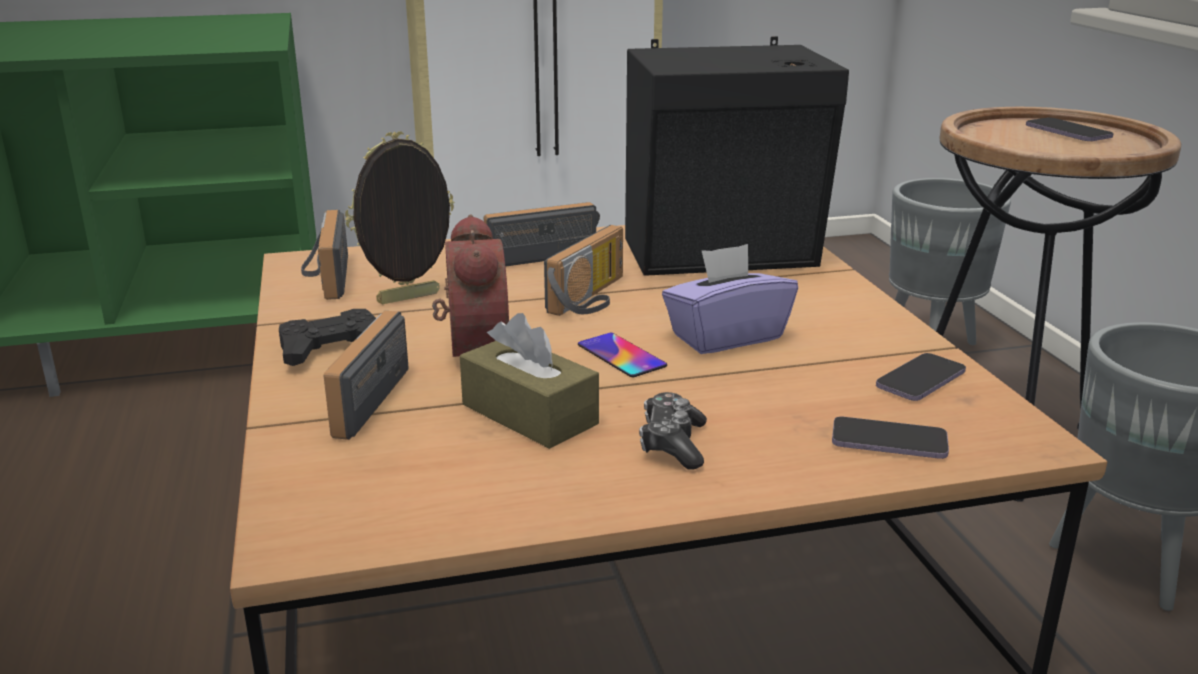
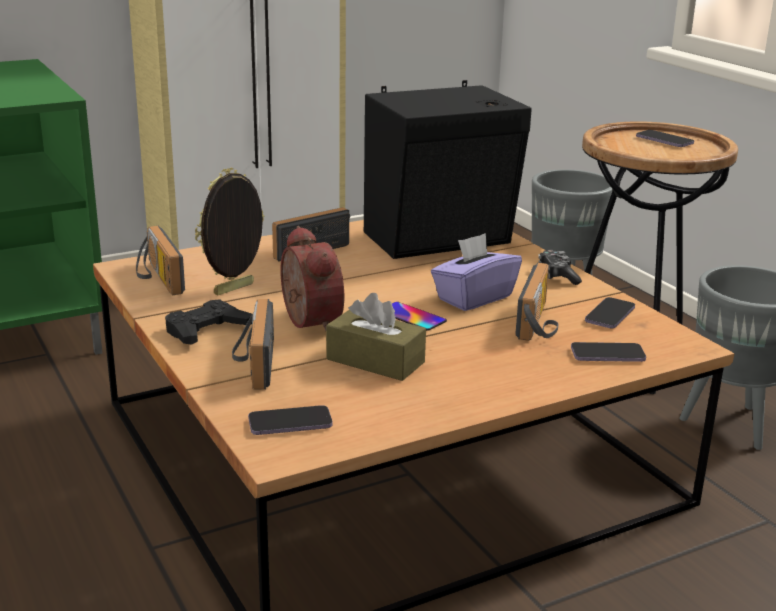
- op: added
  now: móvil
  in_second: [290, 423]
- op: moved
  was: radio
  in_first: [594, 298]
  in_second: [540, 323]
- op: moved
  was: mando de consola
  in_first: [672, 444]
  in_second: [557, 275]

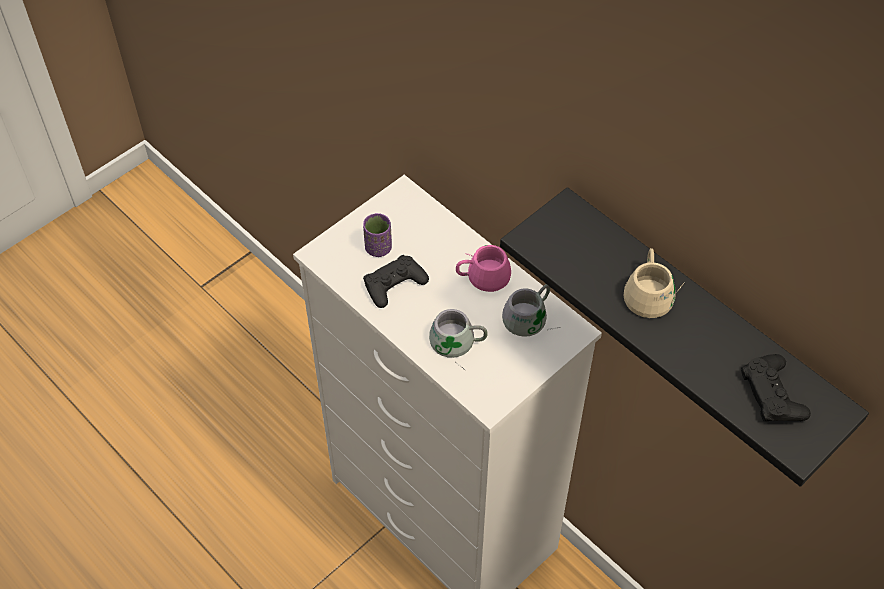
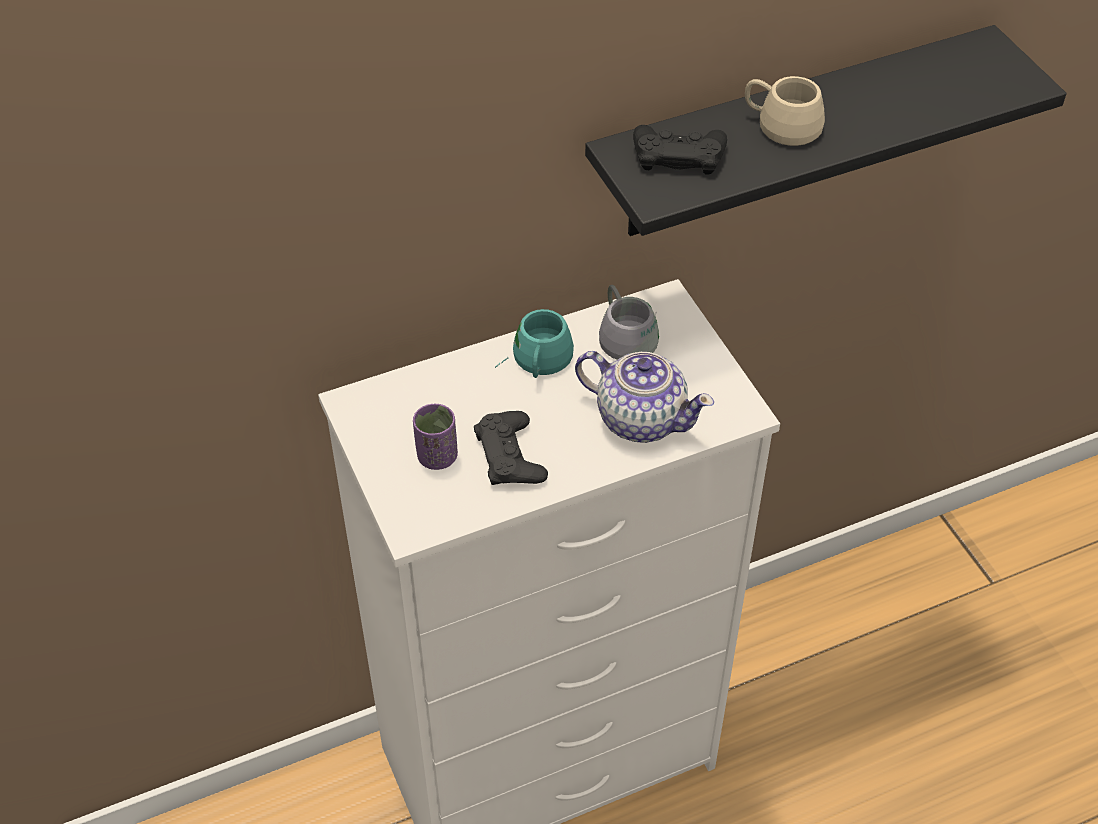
- op: recoloured
  was: taza grande (rosa)
  now: taza grande (turquesa)
  in_first: [482, 273]
  in_second: [535, 360]
- op: replaced
  was: taza grande (gris)
  now: tetera
  in_first: [457, 345]
  in_second: [640, 418]
- op: moved
  was: mando de consola (negro)
  in_first: [772, 394]
  in_second: [678, 155]

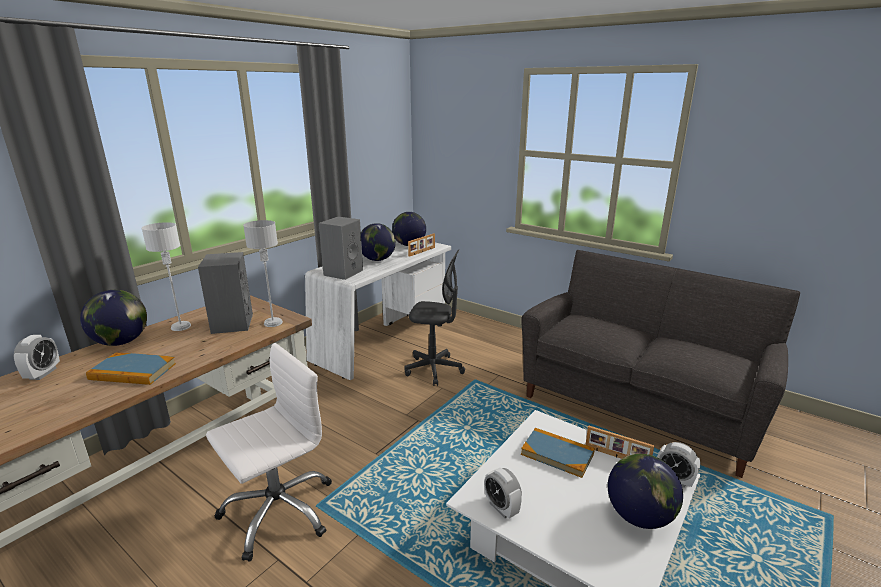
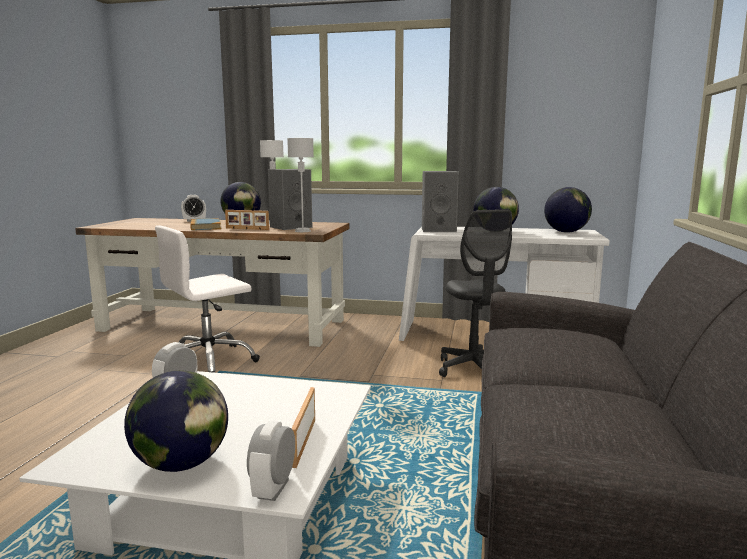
- op: turned
  was: silla de oficina (blanco)
  in_first: [278, 511]
  in_second: [208, 362]
  clockwise: 120
- op: moved
  was: portarretratos
  in_first: [422, 252]
  in_second: [247, 229]
- op: removed
  was: libro
  in_first: [557, 454]

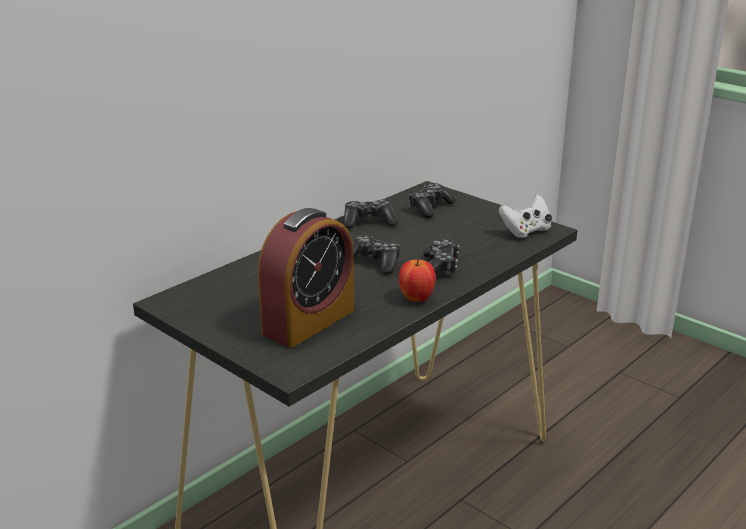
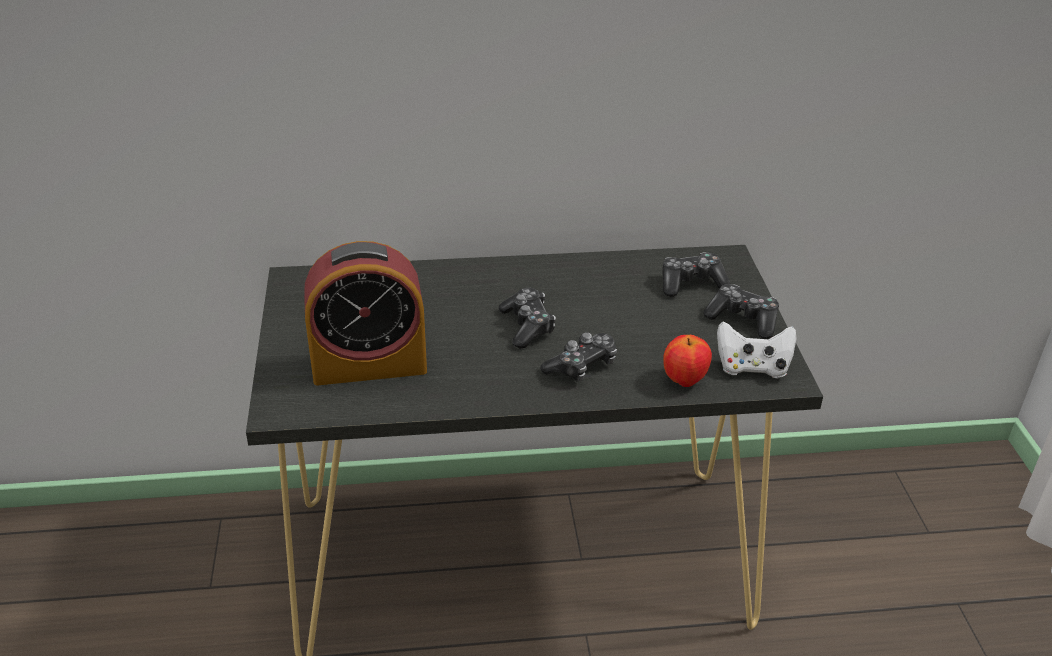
- op: moved
  was: manzana
  in_first: [416, 298]
  in_second: [684, 380]
- op: moved
  was: mando de consola
  in_first: [368, 222]
  in_second: [743, 319]

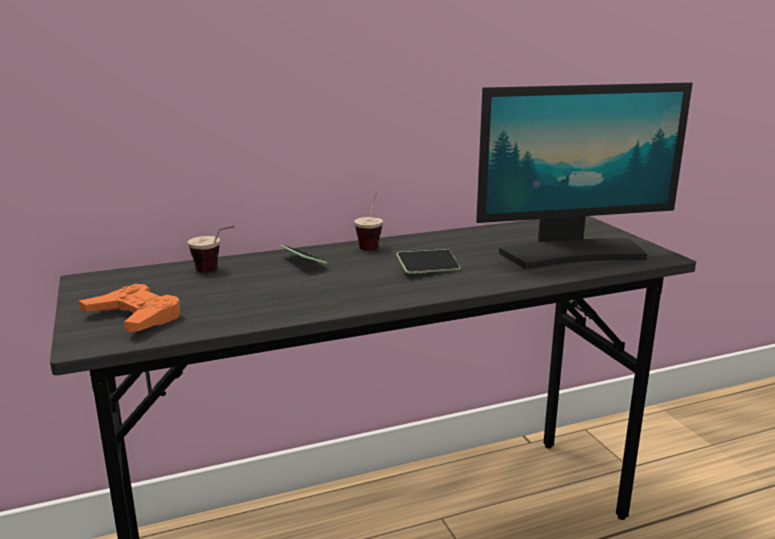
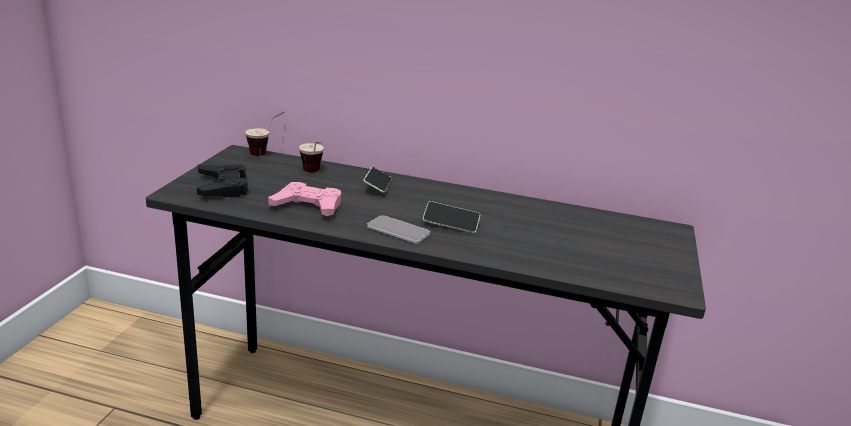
- op: recoloured
  was: mando de consola (naranja)
  now: mando de consola (negro)
  in_first: [135, 317]
  in_second: [222, 186]
- op: moved
  was: taza
  in_first: [371, 244]
  in_second: [266, 152]
- op: added
  now: mando de consola (rosa)
  in_second: [308, 206]
- op: added
  now: móvil
  in_second: [398, 230]
- op: removed
  was: monitor
  in_first: [572, 253]

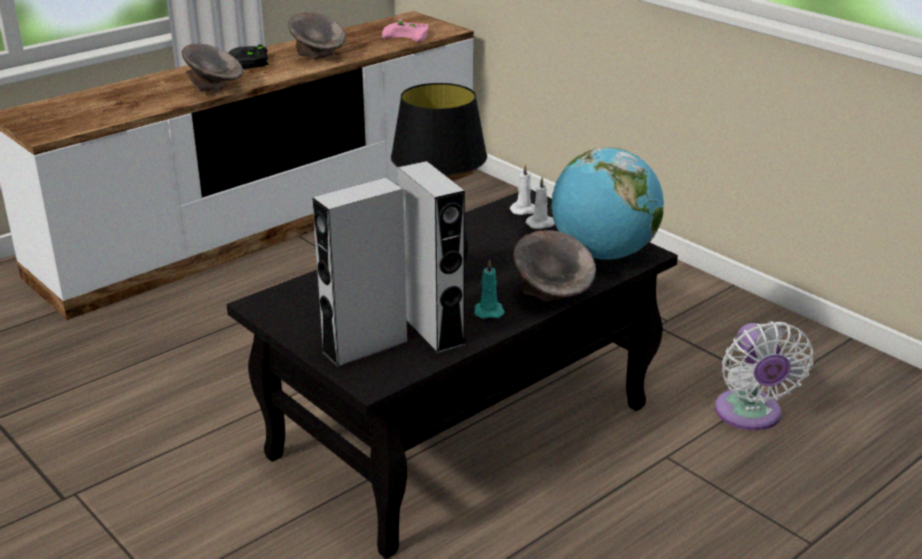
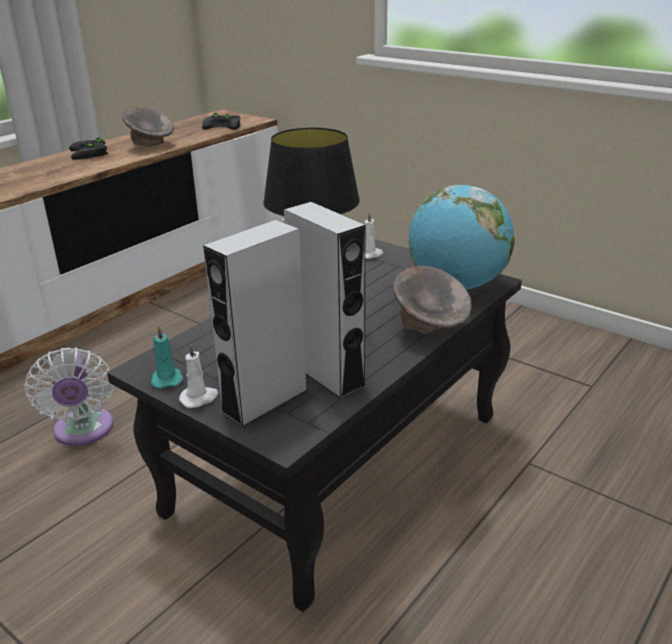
- op: moved
  was: ventilador (blanco)
  in_first: [750, 415]
  in_second: [83, 432]
- op: moved
  was: vela (turquesa)
  in_first: [488, 311]
  in_second: [167, 379]
- op: moved
  was: vela (blanco)
  in_first: [541, 224]
  in_second: [199, 398]
- op: recoloured
  was: mando de consola (rosa)
  now: mando de consola (negro)
  in_first: [408, 35]
  in_second: [224, 125]
- op: removed
  was: cuenco (gris)
  in_first: [215, 90]

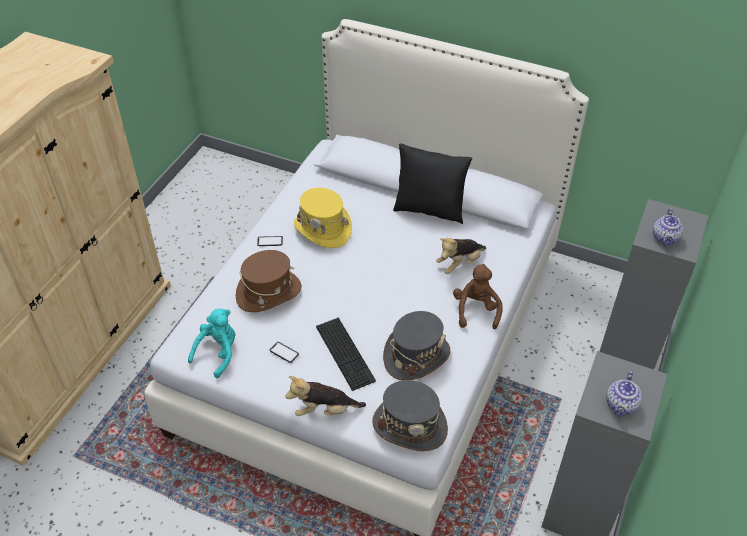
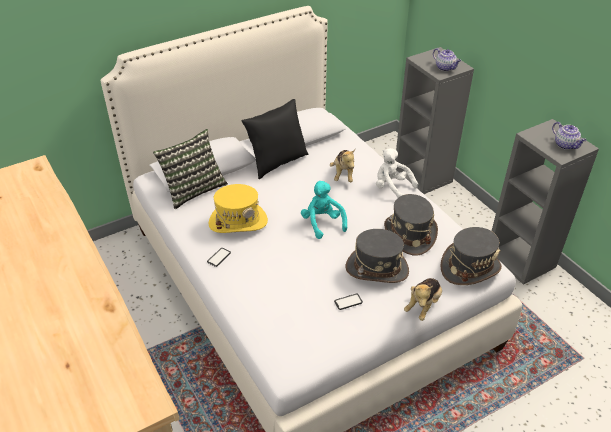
- op: added
  now: cojín
  in_second: [193, 189]
- op: moved
  was: peluche (turquesa)
  in_first: [218, 353]
  in_second: [322, 223]
- op: replaced
  was: teclado
  now: sombrero (gris)
  in_first: [345, 353]
  in_second: [376, 269]
- op: recoloured
  was: peluche (marrón)
  now: peluche (blanco)
  in_first: [476, 310]
  in_second: [392, 188]
- op: removed
  was: sombrero (marrón)
  in_first: [269, 293]

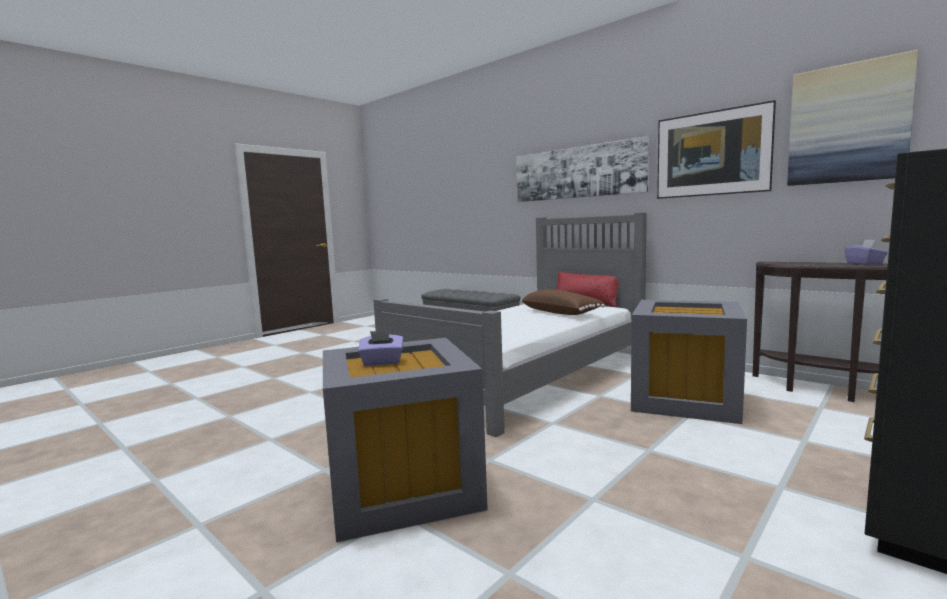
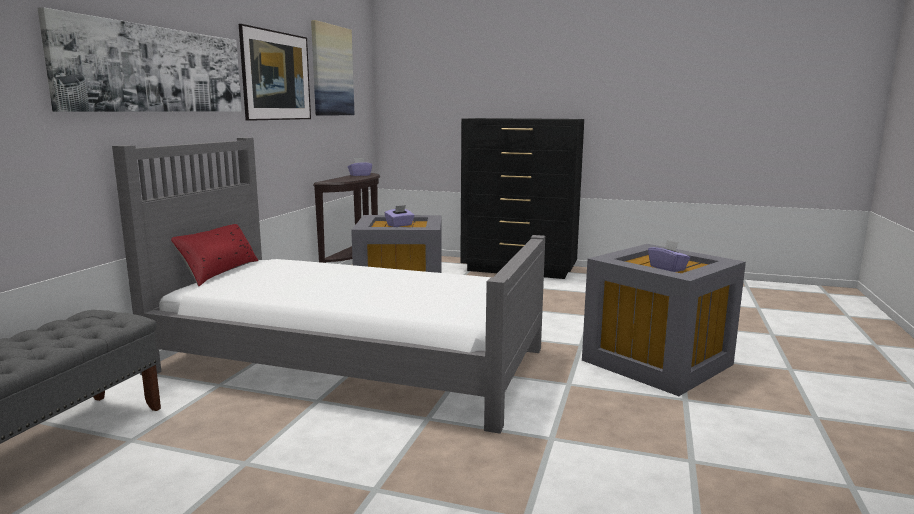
- op: added
  now: caja de pañuelos (morado)
  in_second: [399, 225]
- op: removed
  was: cojín (marrón)
  in_first: [561, 313]

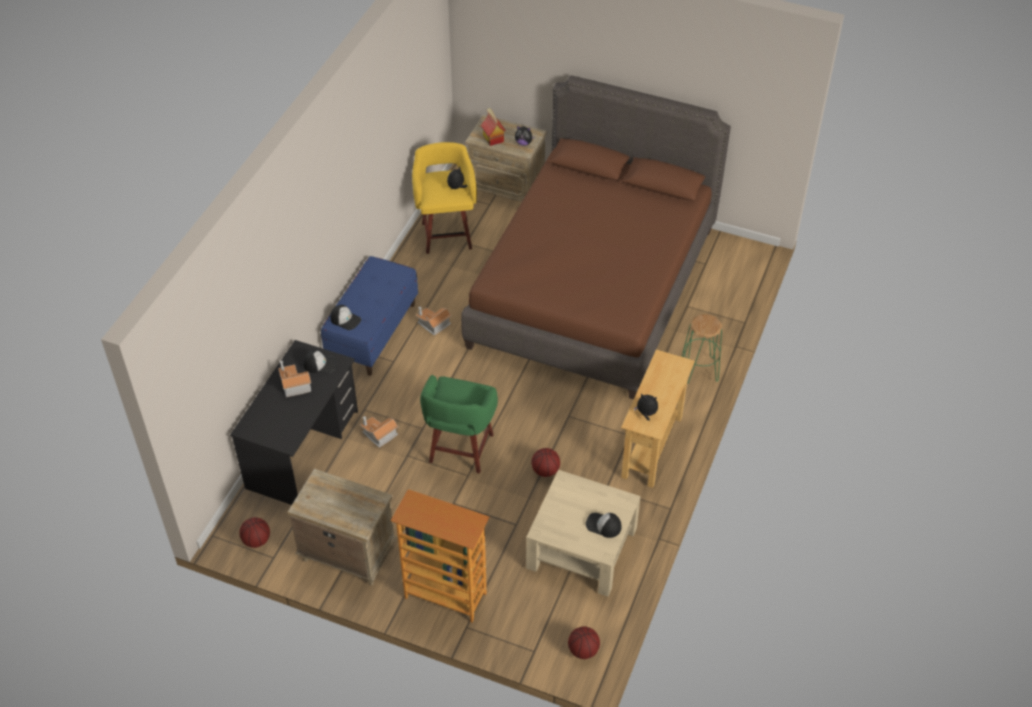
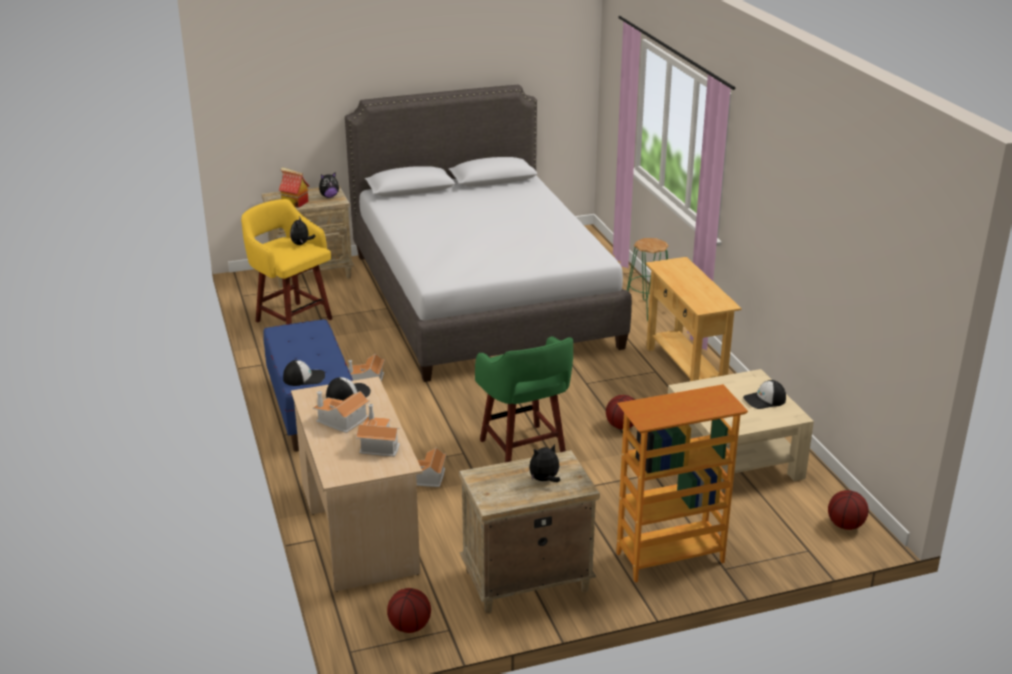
- op: recoloured
  was: escritorio (negro)
  now: escritorio (beis)
  in_first: [303, 449]
  in_second: [358, 528]
- op: recoloured
  was: cama (marrón)
  now: cama (gris)
  in_first: [592, 287]
  in_second: [481, 299]
- op: added
  now: casita
  in_second: [377, 444]
- op: moved
  was: peluche
  in_first: [646, 413]
  in_second: [544, 480]

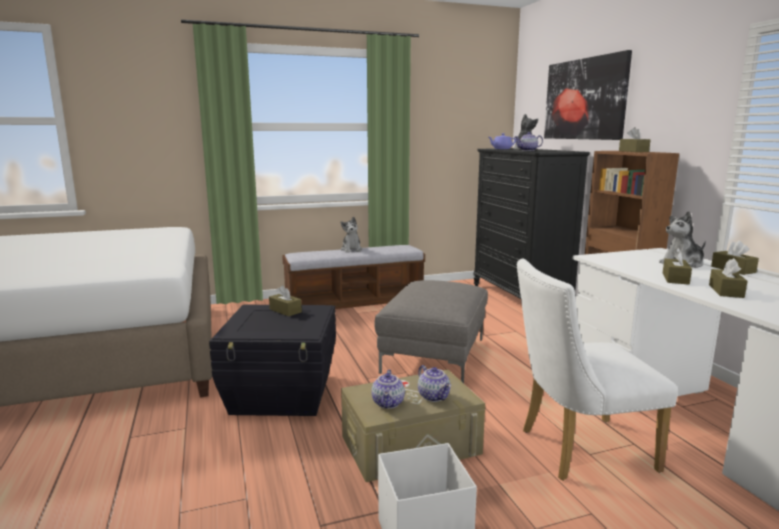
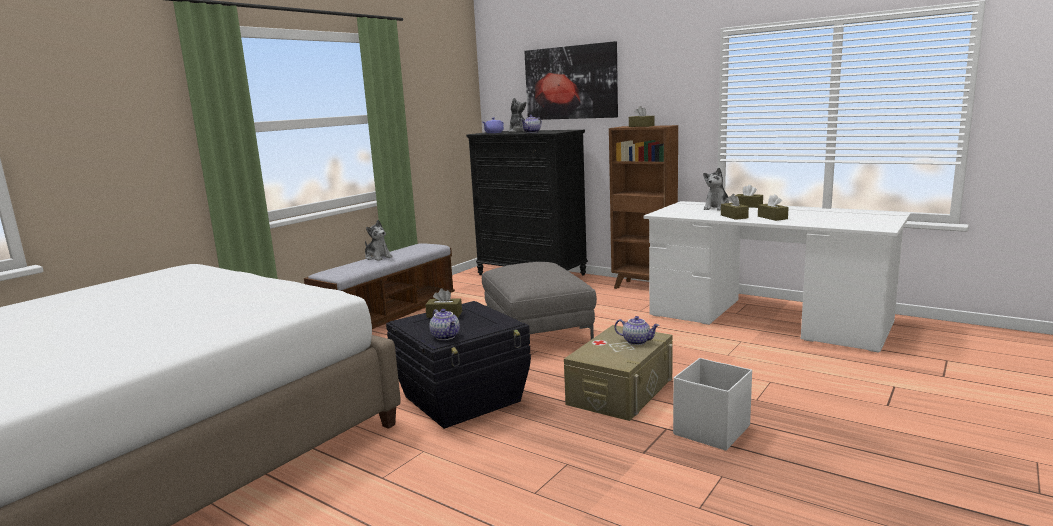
- op: moved
  was: tetera
  in_first: [388, 403]
  in_second: [446, 336]
- op: removed
  was: silla (blanco)
  in_first: [577, 450]

